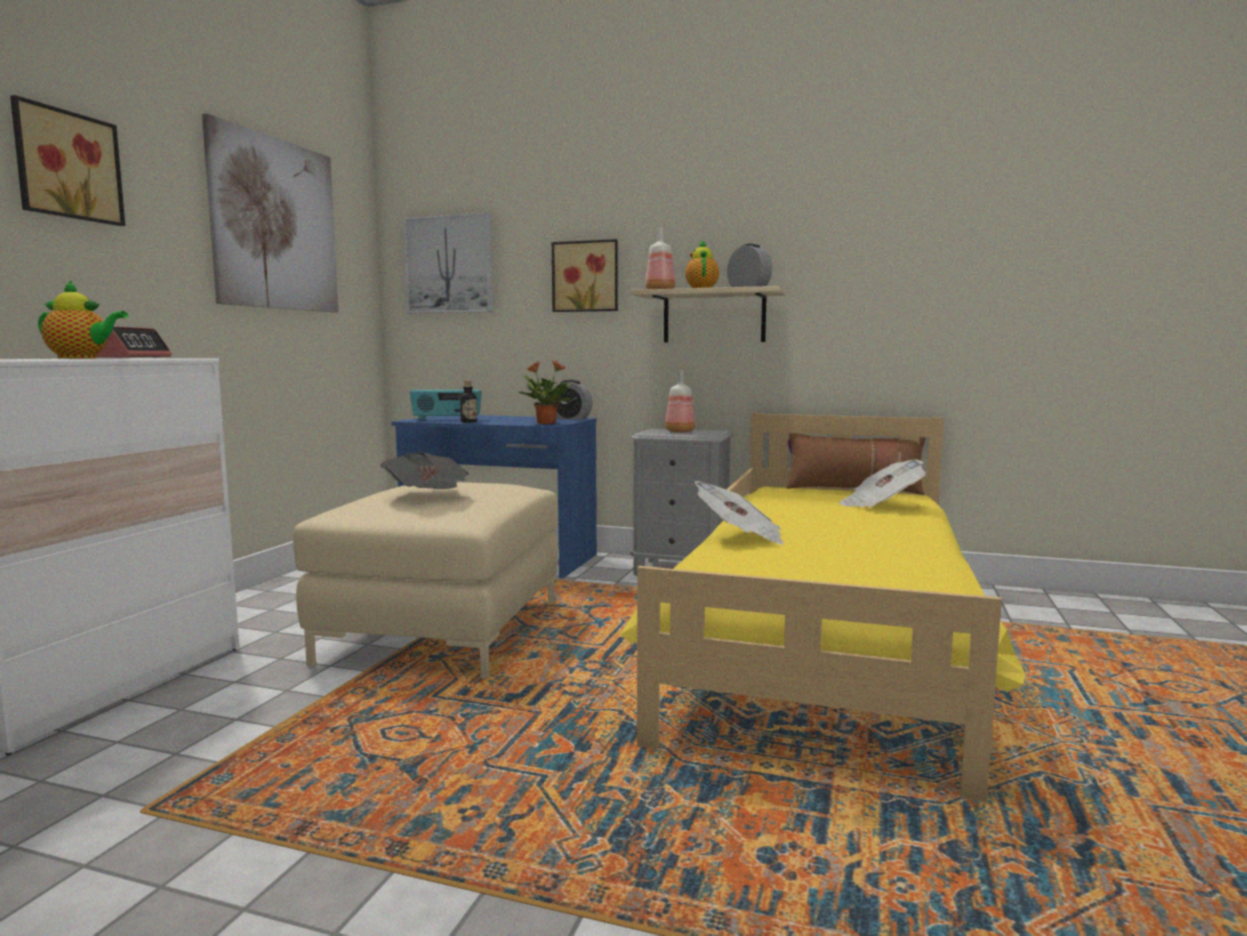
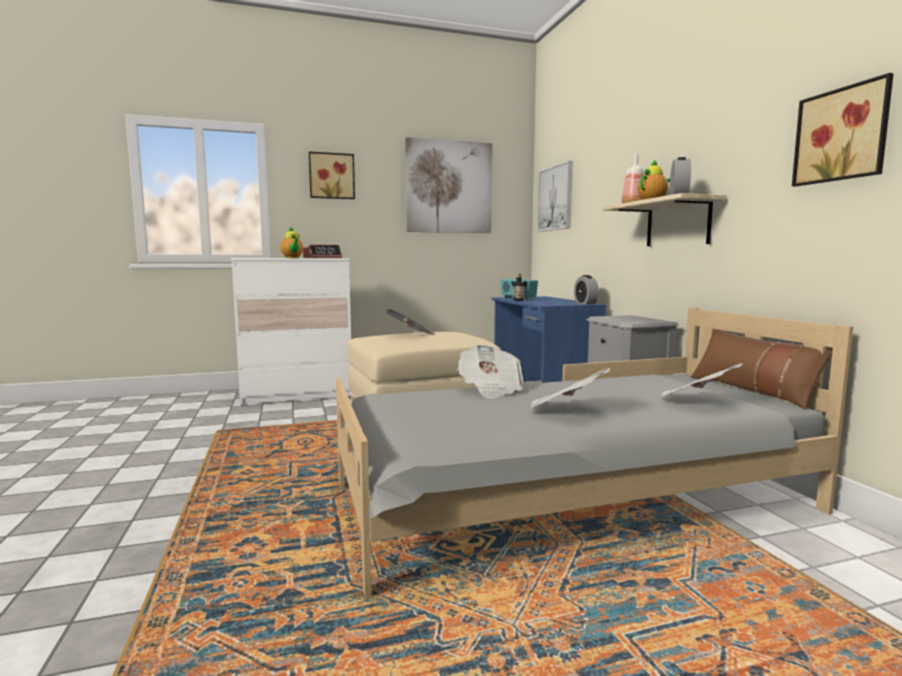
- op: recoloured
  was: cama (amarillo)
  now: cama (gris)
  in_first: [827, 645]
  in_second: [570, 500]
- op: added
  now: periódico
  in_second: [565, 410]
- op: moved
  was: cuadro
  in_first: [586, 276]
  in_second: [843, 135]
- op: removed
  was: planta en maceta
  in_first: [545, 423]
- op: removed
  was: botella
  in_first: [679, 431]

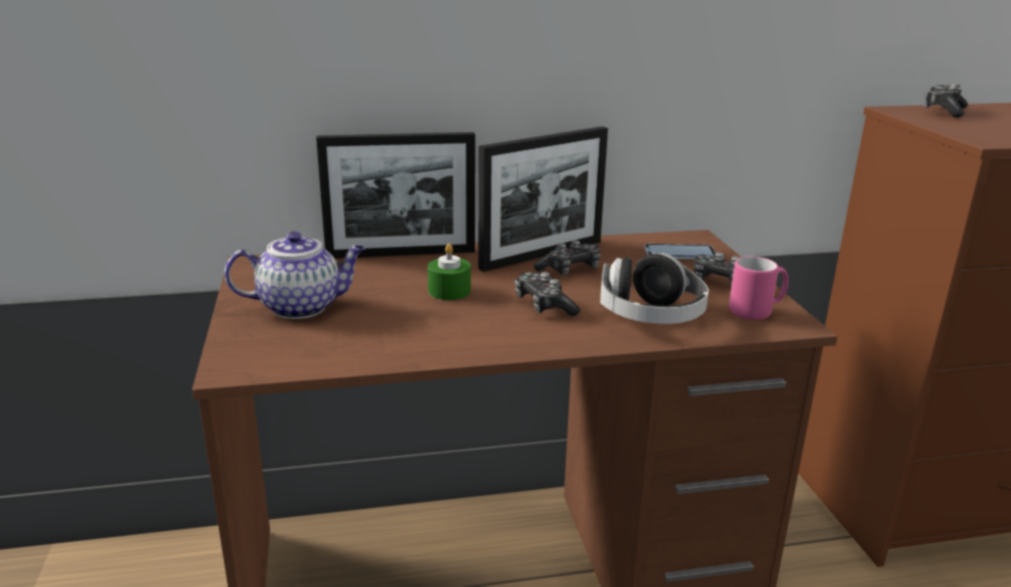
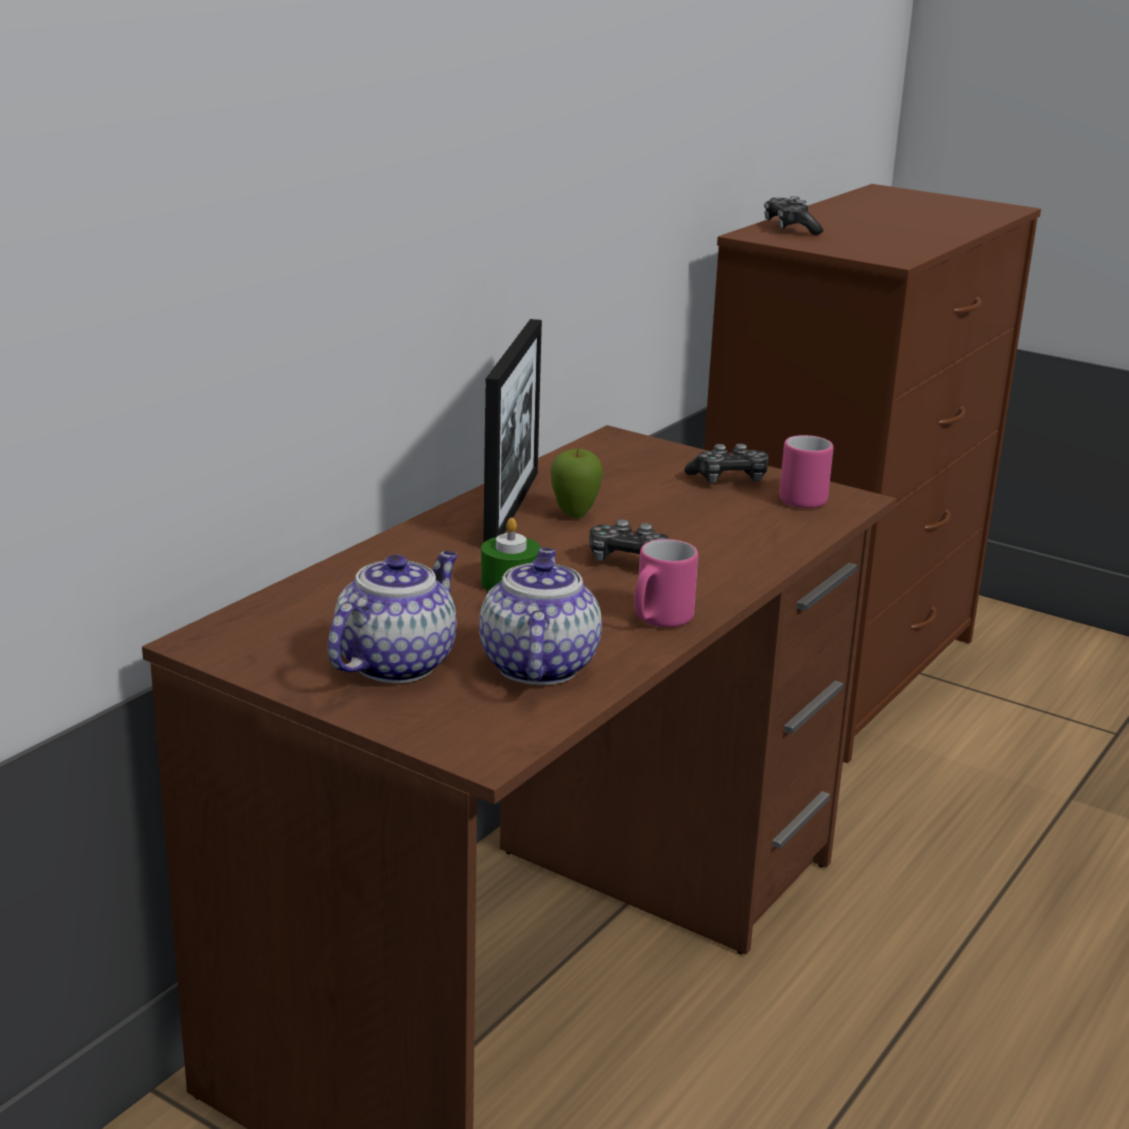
- op: added
  now: tetera
  in_second: [537, 665]
- op: replaced
  was: mando de consola
  now: manzana
  in_first: [570, 270]
  in_second: [574, 515]
- op: added
  now: taza grande (rosa)
  in_second: [658, 621]
- op: removed
  was: portarretratos
  in_first: [401, 253]
- op: removed
  was: auriculares
  in_first: [650, 317]
- op: removed
  was: móvil
  in_first: [680, 254]

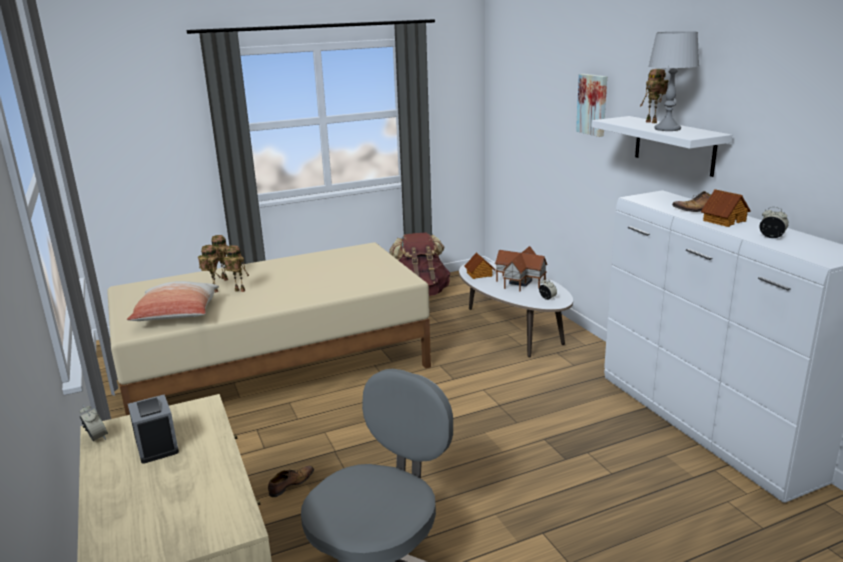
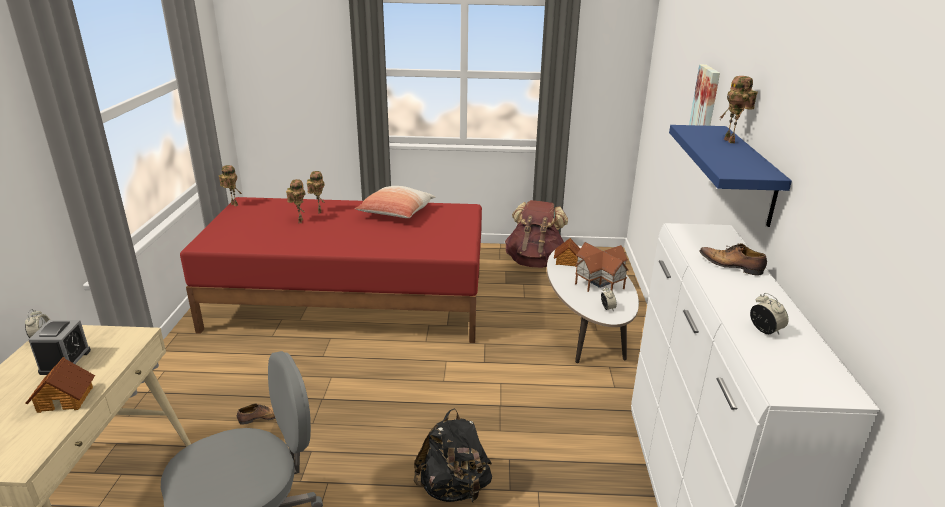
- op: moved
  was: casita
  in_first: [723, 220]
  in_second: [65, 398]
- op: recoloured
  was: cama (beis)
  now: cama (rojo)
  in_first: [274, 367]
  in_second: [349, 300]
- op: moved
  was: robot de juguete
  in_first: [238, 291]
  in_second: [233, 205]
- op: moved
  was: cojín
  in_first: [177, 315]
  in_second: [396, 213]
- op: added
  now: mochila (negro)
  in_second: [453, 488]
- op: recoloured
  was: estante (blanco)
  now: estante (azul)
  in_first: [674, 145]
  in_second: [749, 175]
- op: removed
  was: lámpara de mesa (gris)
  in_first: [667, 129]

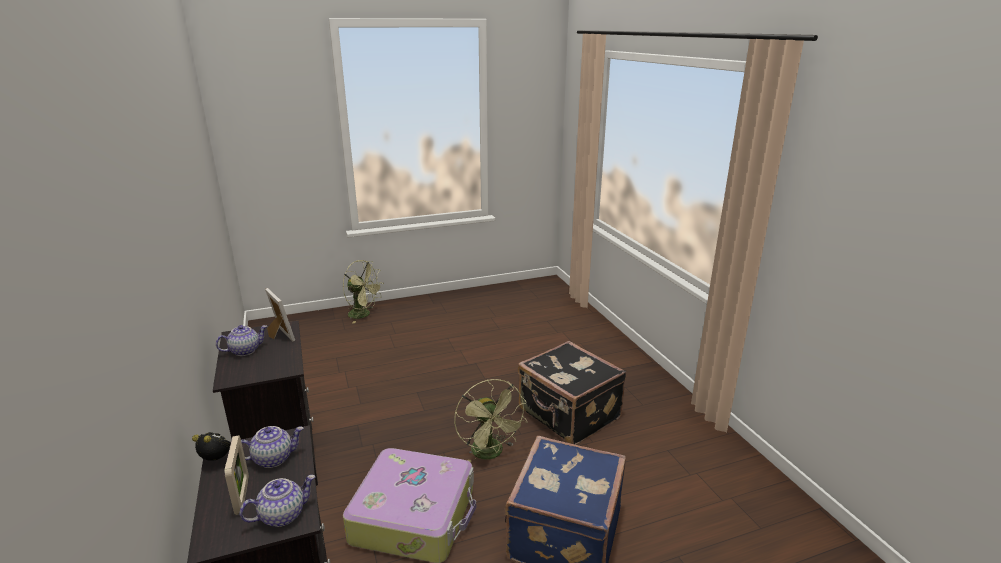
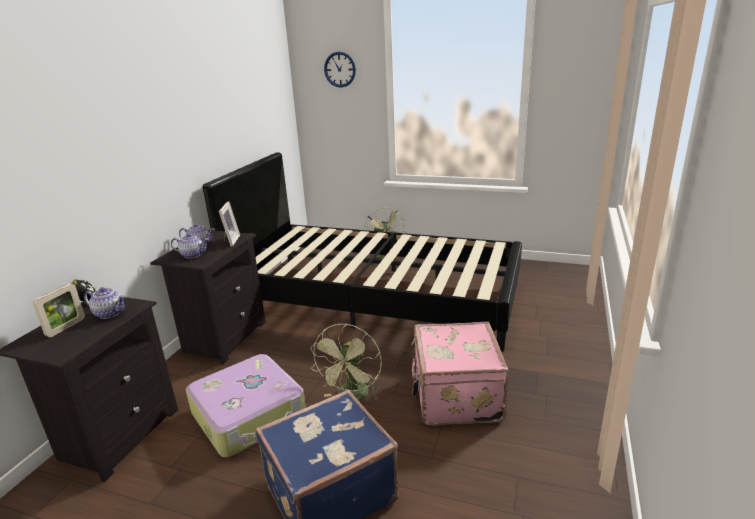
- op: moved
  was: tetera
  in_first: [283, 514]
  in_second: [193, 255]
- op: added
  now: cama (negro)
  in_second: [376, 298]
- op: added
  now: reloj de pared
  in_second: [340, 69]
- op: recoloured
  was: maleta (negro)
  now: maleta (rosa)
  in_first: [568, 415]
  in_second: [455, 396]

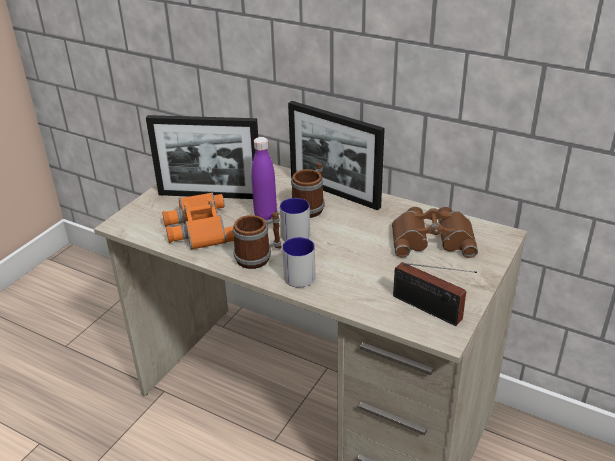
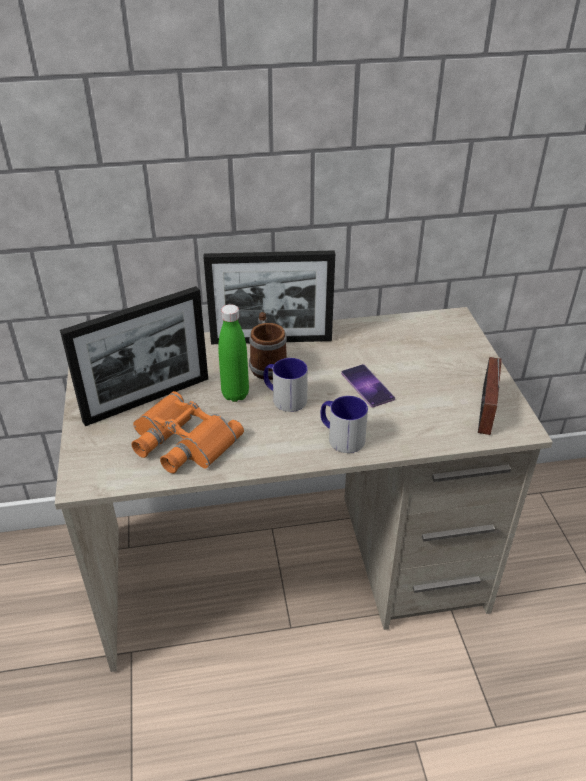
- op: recoloured
  was: botella (morado)
  now: botella (verde)
  in_first: [265, 216]
  in_second: [235, 394]
- op: added
  now: móvil
  in_second: [367, 386]
- op: turned
  was: radio
  in_first: [430, 310]
  in_second: [485, 412]
  clockwise: 105
- op: removed
  was: taza grande
  in_first: [259, 256]
- op: removed
  was: prismáticos (marrón)
  in_first: [432, 238]

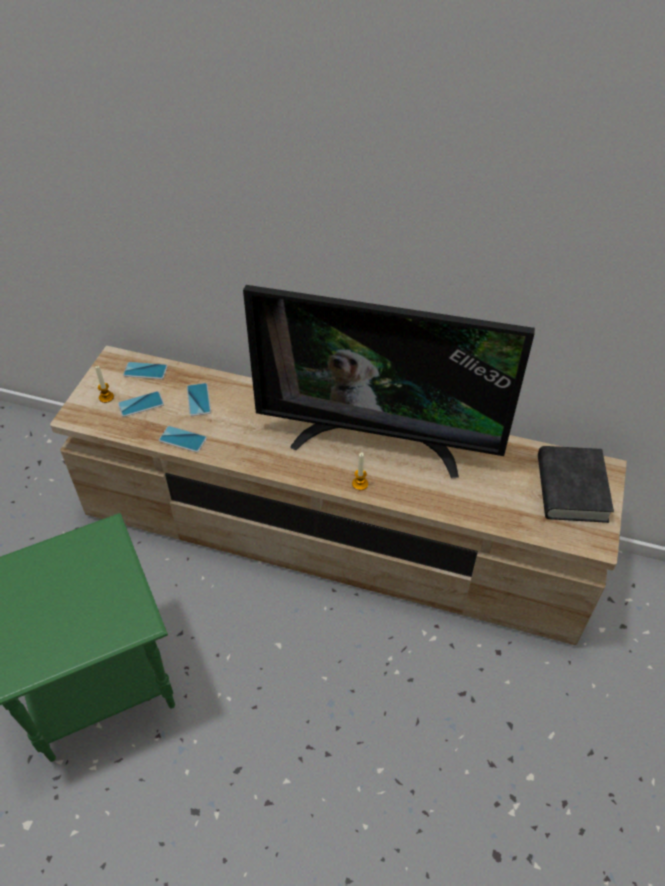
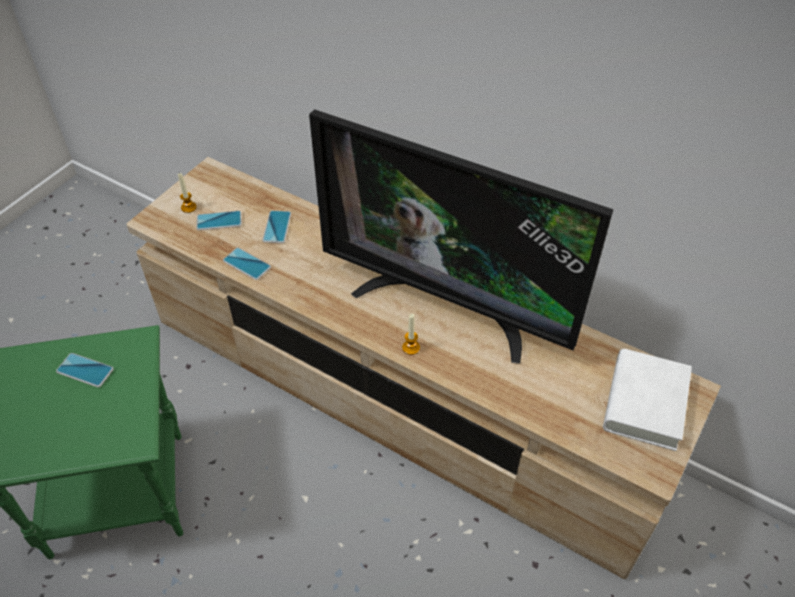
- op: moved
  was: móvil
  in_first: [145, 371]
  in_second: [85, 370]
- op: recoloured
  was: libro (negro)
  now: libro (blanco)
  in_first: [571, 489]
  in_second: [644, 403]

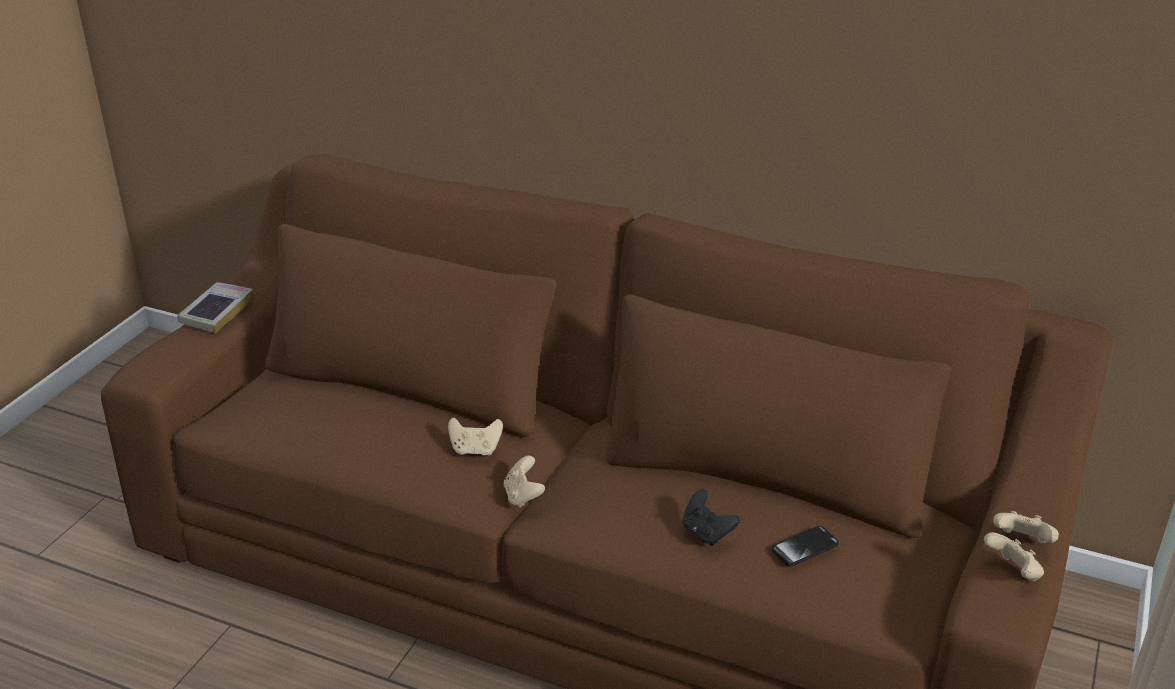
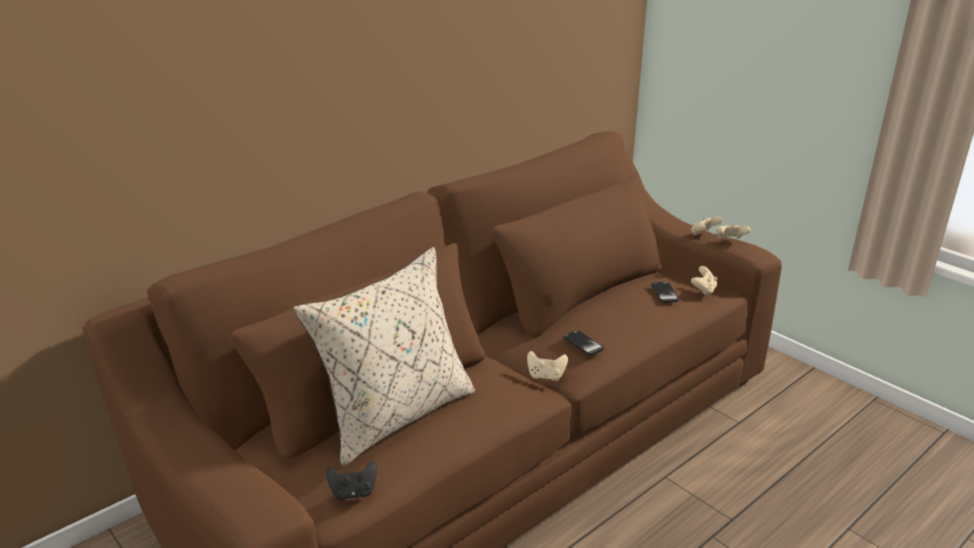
- op: added
  now: cojín (beis)
  in_second: [395, 415]
- op: moved
  was: mando de consola (negro)
  in_first: [706, 533]
  in_second: [353, 492]
- op: added
  now: móvil
  in_second: [583, 344]
- op: moved
  was: mando de consola (beis)
  in_first: [475, 450]
  in_second: [703, 290]
- op: removed
  was: libro
  in_first: [216, 312]

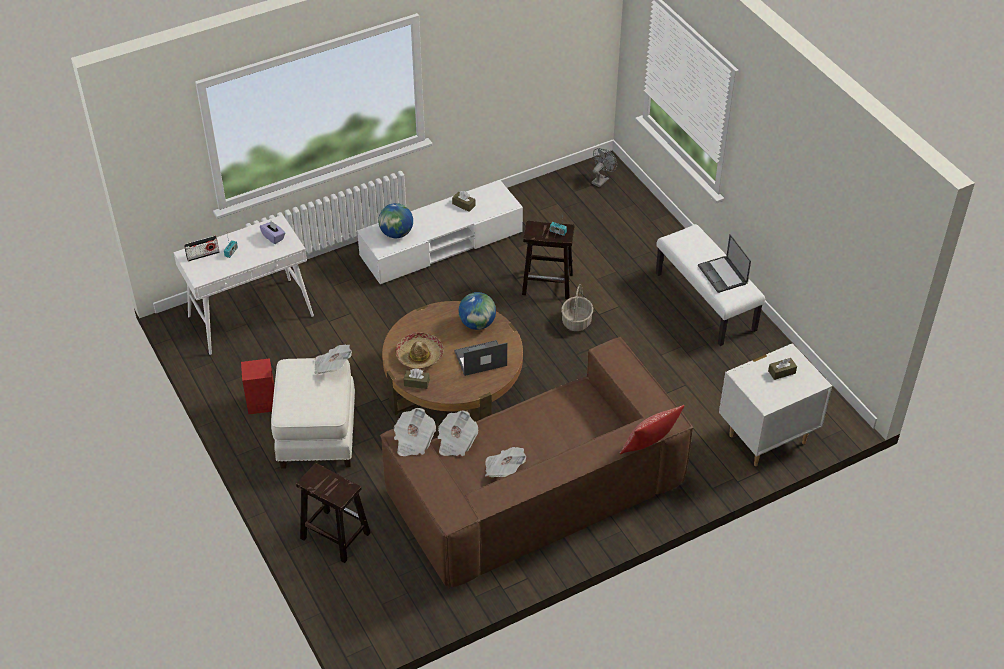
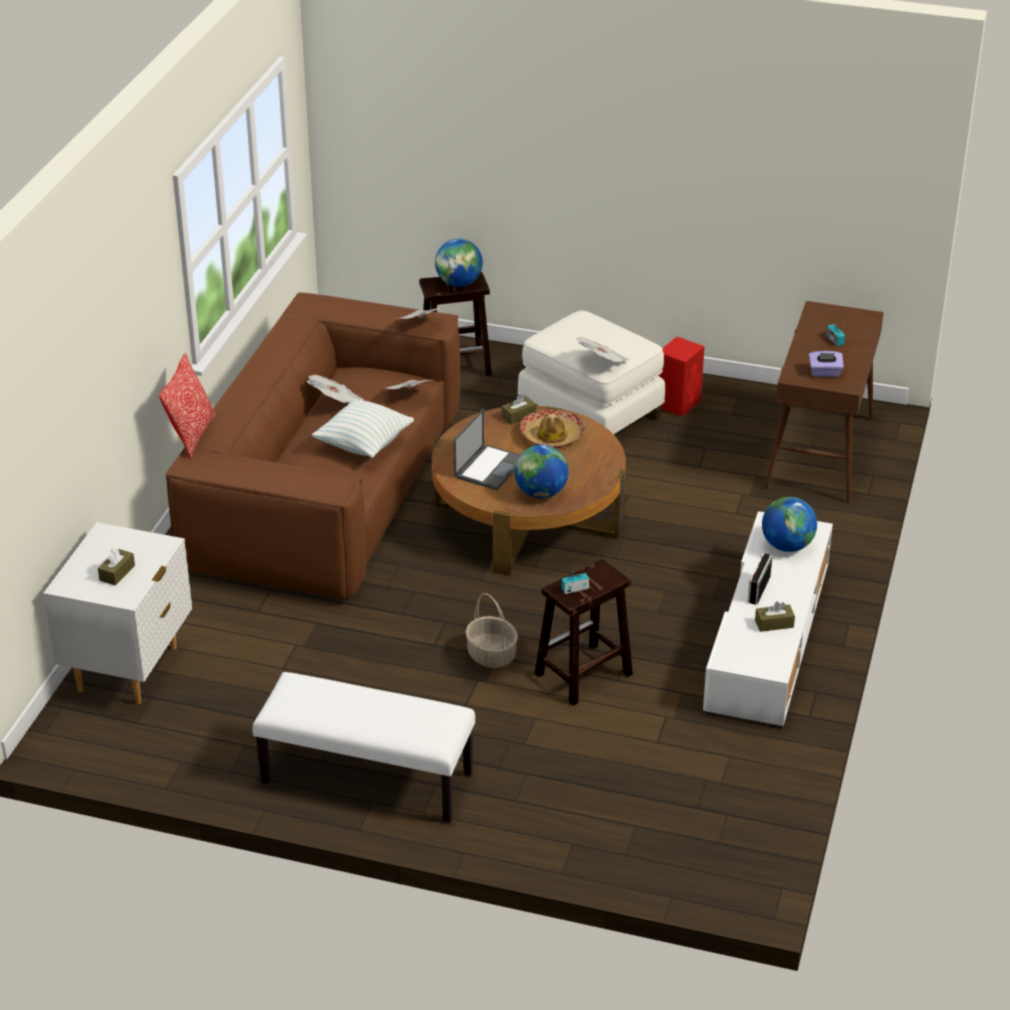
- op: added
  now: cojín
  in_second: [364, 445]
- op: added
  now: globo terráqueo
  in_second: [459, 283]
- op: moved
  was: radio
  in_first: [203, 255]
  in_second: [758, 589]
- op: recoloured
  was: mesa consola (blanco)
  now: mesa consola (marrón)
  in_first: [251, 316]
  in_second: [820, 453]
- op: removed
  was: ventilador (gris)
  in_first: [601, 179]
- op: removed
  was: portátil
  in_first: [723, 275]

